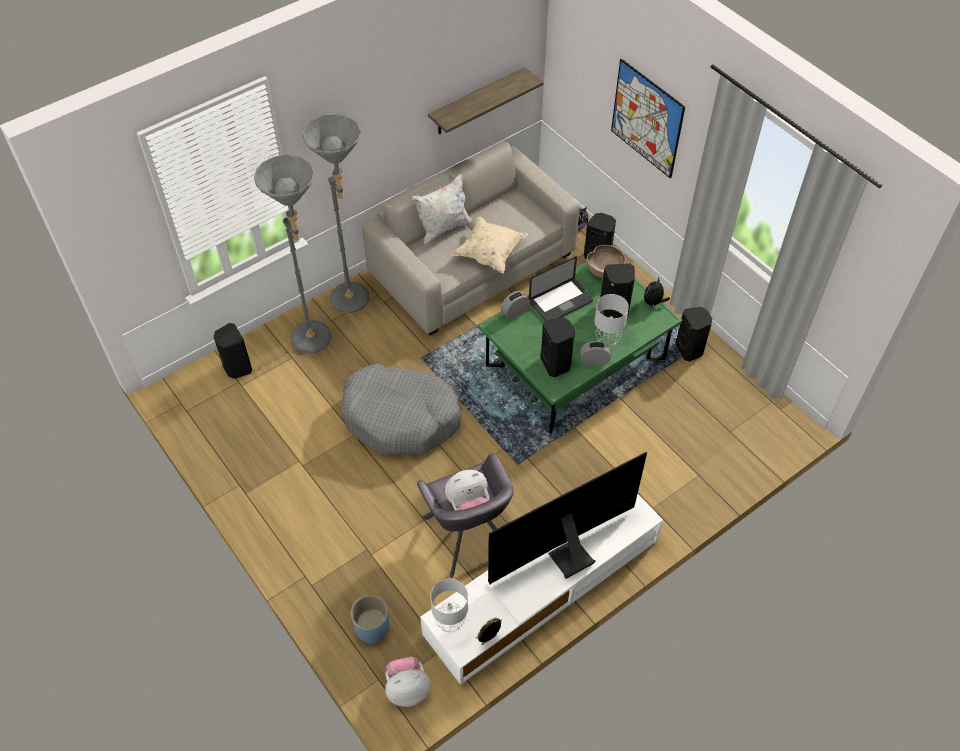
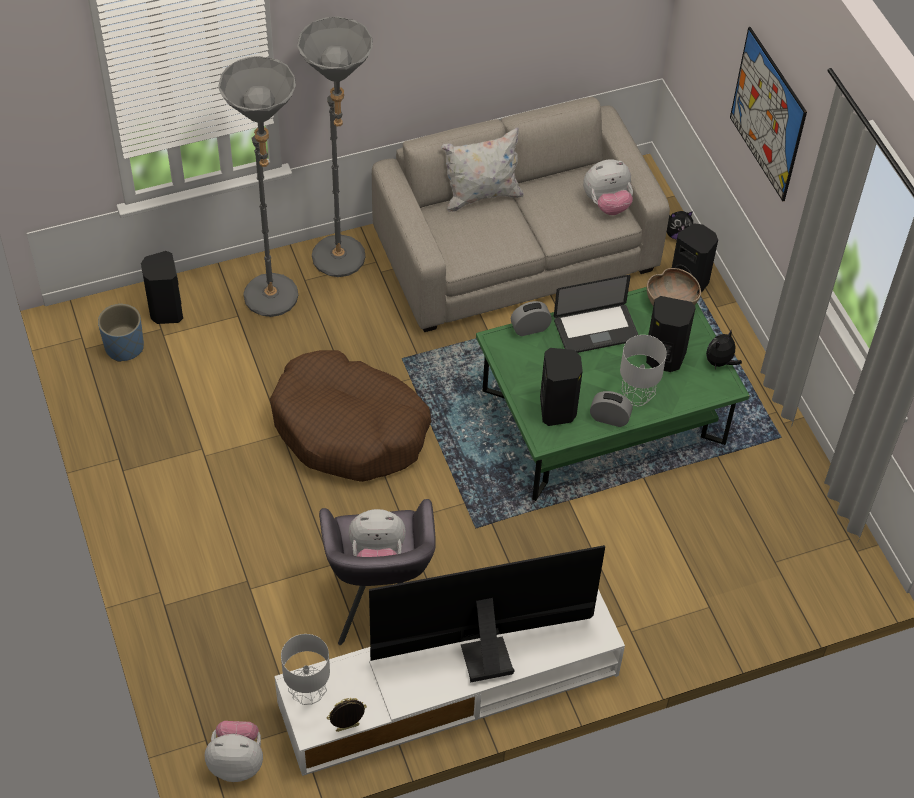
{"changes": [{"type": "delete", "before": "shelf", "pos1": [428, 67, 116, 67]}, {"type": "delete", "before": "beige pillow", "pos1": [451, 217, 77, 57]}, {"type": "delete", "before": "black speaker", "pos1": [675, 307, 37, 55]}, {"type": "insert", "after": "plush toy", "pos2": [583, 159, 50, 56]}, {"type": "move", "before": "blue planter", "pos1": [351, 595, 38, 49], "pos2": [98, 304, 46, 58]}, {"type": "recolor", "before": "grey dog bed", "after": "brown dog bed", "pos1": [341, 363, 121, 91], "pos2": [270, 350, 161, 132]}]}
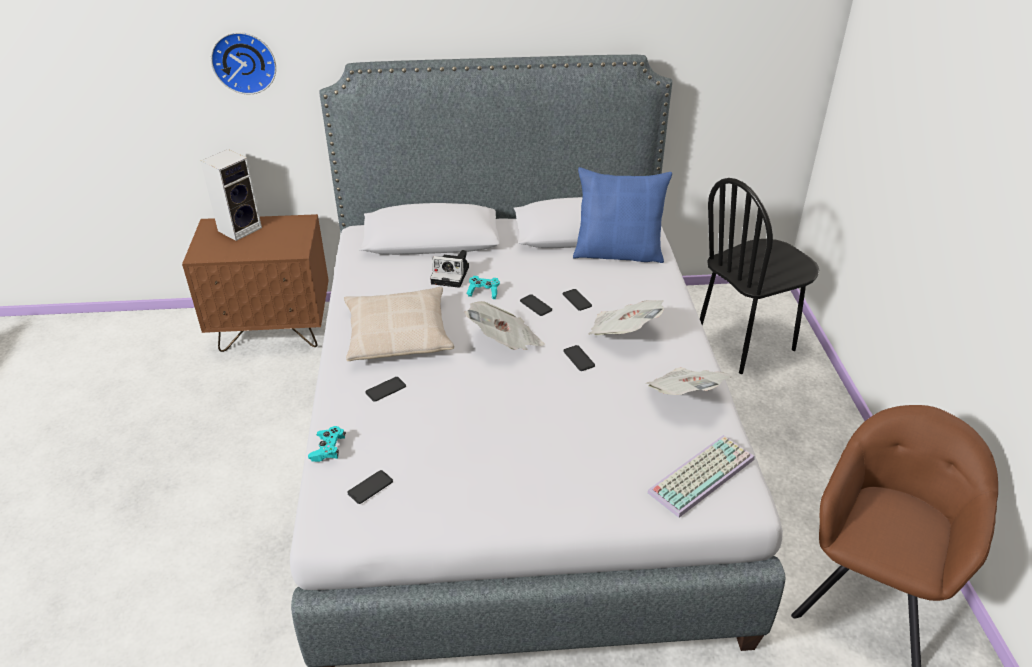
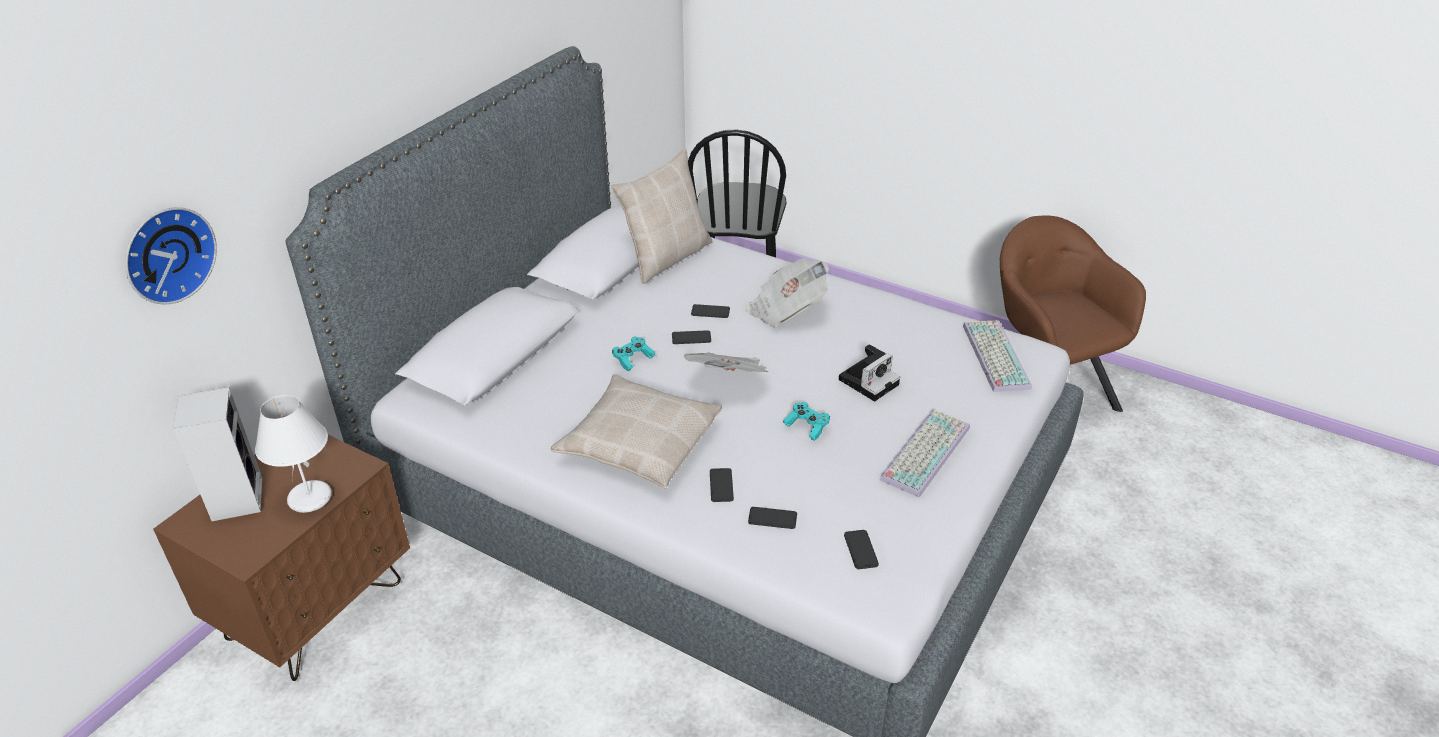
{"changes": [{"type": "delete", "before": "newspaper", "pos1": [646, 367, 85, 28]}, {"type": "insert", "after": "white table lamp", "pos2": [255, 395, 77, 118]}, {"type": "insert", "after": "keyboard", "pos2": [880, 409, 90, 88]}, {"type": "move", "before": "turquoise game controller", "pos1": [308, 426, 38, 36], "pos2": [783, 402, 47, 39]}, {"type": "move", "before": "photo camera", "pos1": [430, 250, 39, 38], "pos2": [839, 344, 61, 57]}, {"type": "move", "before": "phone", "pos1": [563, 345, 32, 26], "pos2": [748, 507, 49, 22]}, {"type": "recolor", "before": "blue pillow", "after": "beige pillow", "pos1": [573, 167, 99, 96], "pos2": [611, 148, 102, 136]}]}
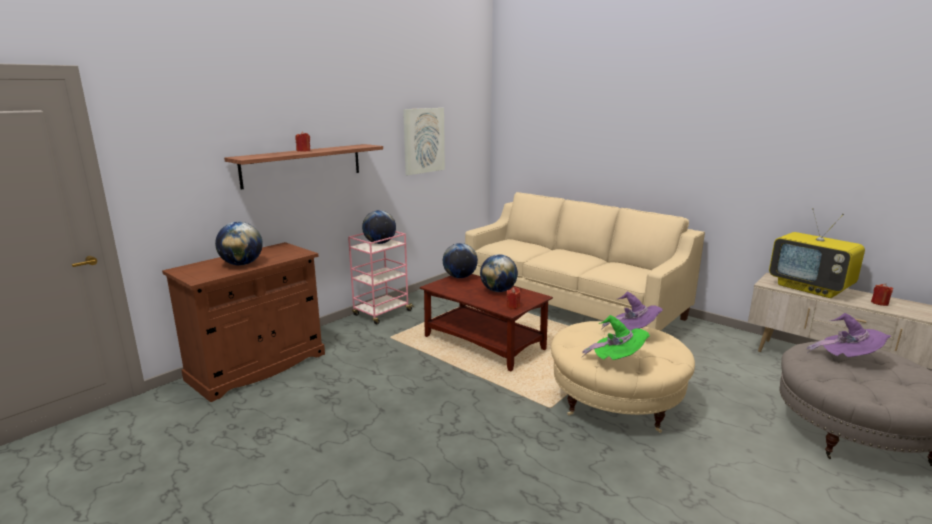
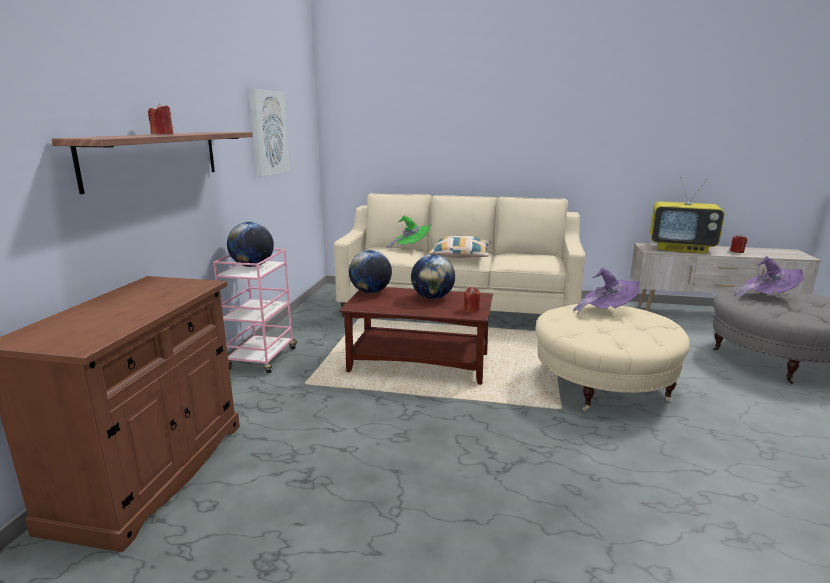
{"changes": [{"type": "delete", "before": "globe", "pos1": [215, 222, 48, 44]}, {"type": "insert", "after": "pillow", "pos2": [428, 236, 63, 22]}, {"type": "move", "before": "green hat", "pos1": [581, 315, 69, 45], "pos2": [387, 215, 45, 35]}]}
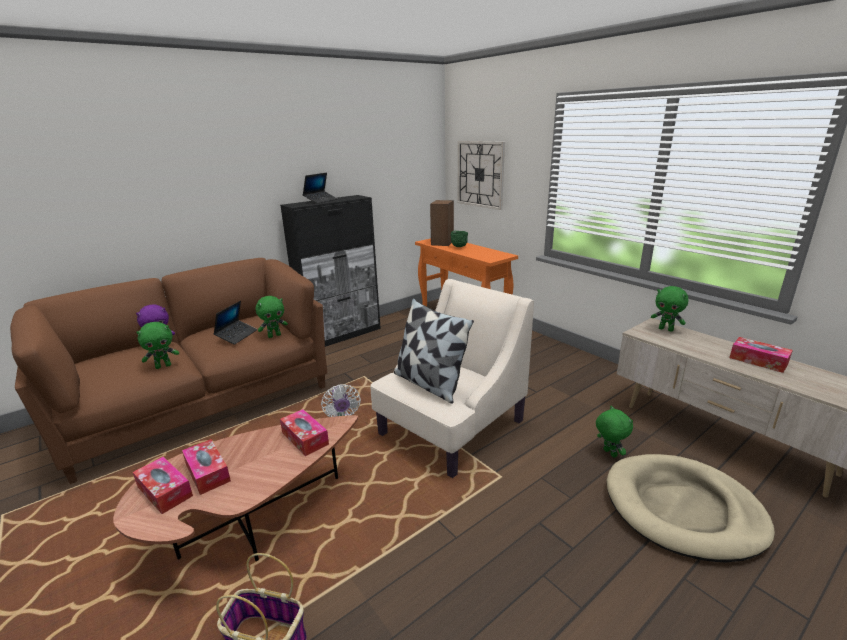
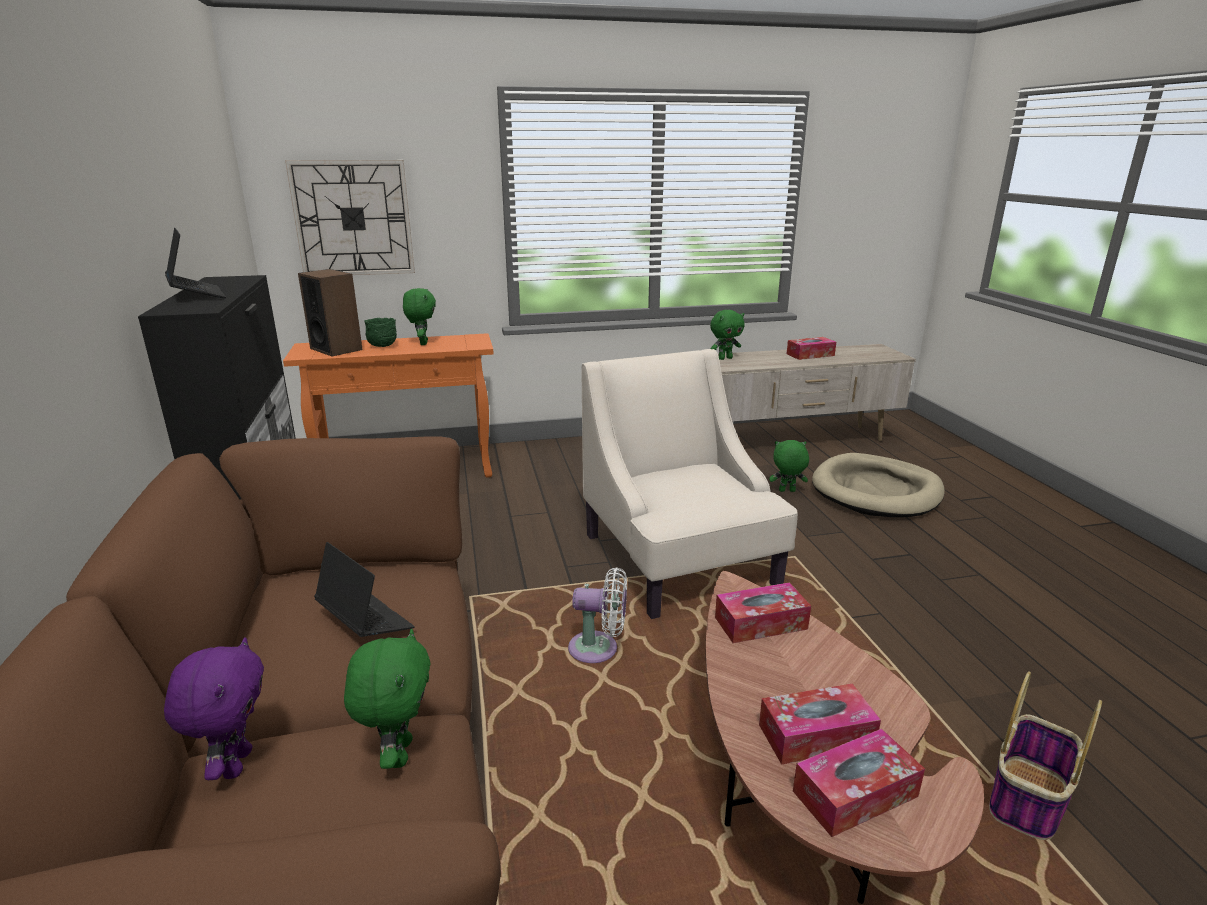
{"changes": [{"type": "delete", "before": "pillow", "pos1": [394, 298, 80, 106]}, {"type": "move", "before": "green plush toy", "pos1": [255, 296, 33, 42], "pos2": [403, 288, 33, 57]}]}
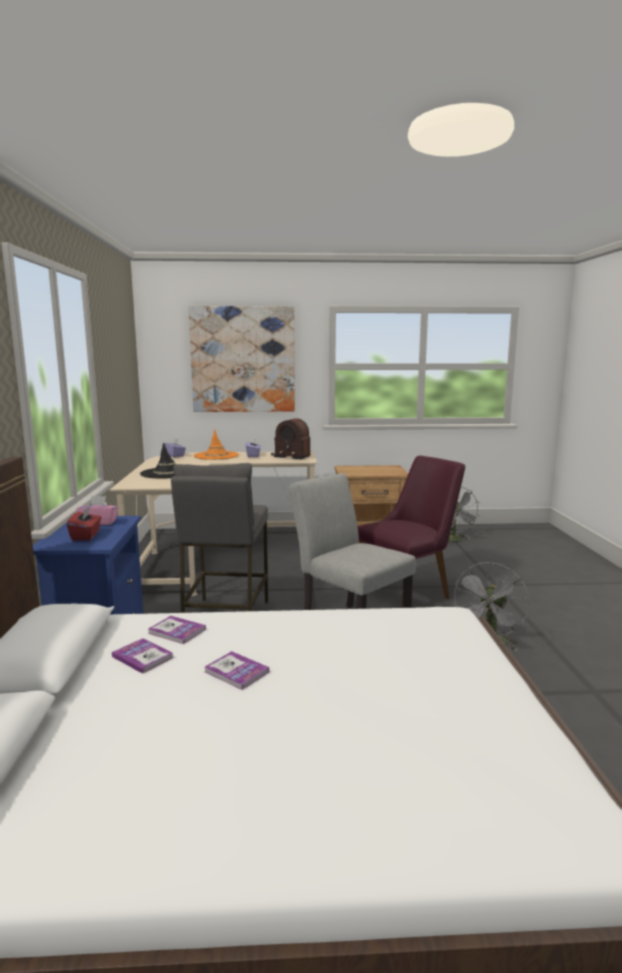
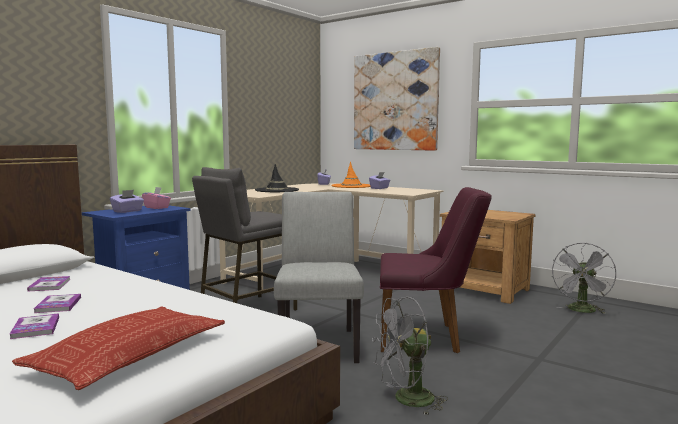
{"changes": [{"type": "delete", "before": "radio", "pos1": [271, 418, 40, 41]}, {"type": "insert", "after": "pillow", "pos2": [12, 307, 213, 83]}, {"type": "move", "before": "book", "pos1": [148, 616, 58, 28], "pos2": [10, 313, 49, 26]}, {"type": "recolor", "before": "red tissue box", "after": "purple tissue box", "pos1": [67, 507, 34, 34], "pos2": [110, 190, 34, 23]}]}
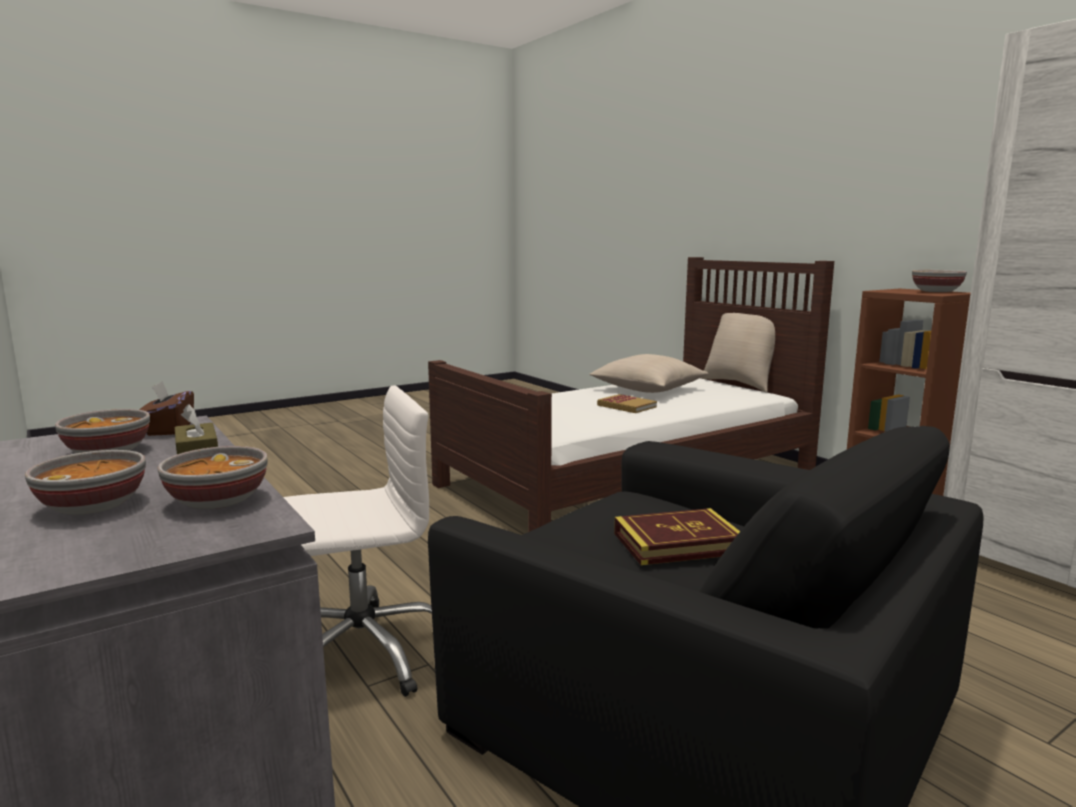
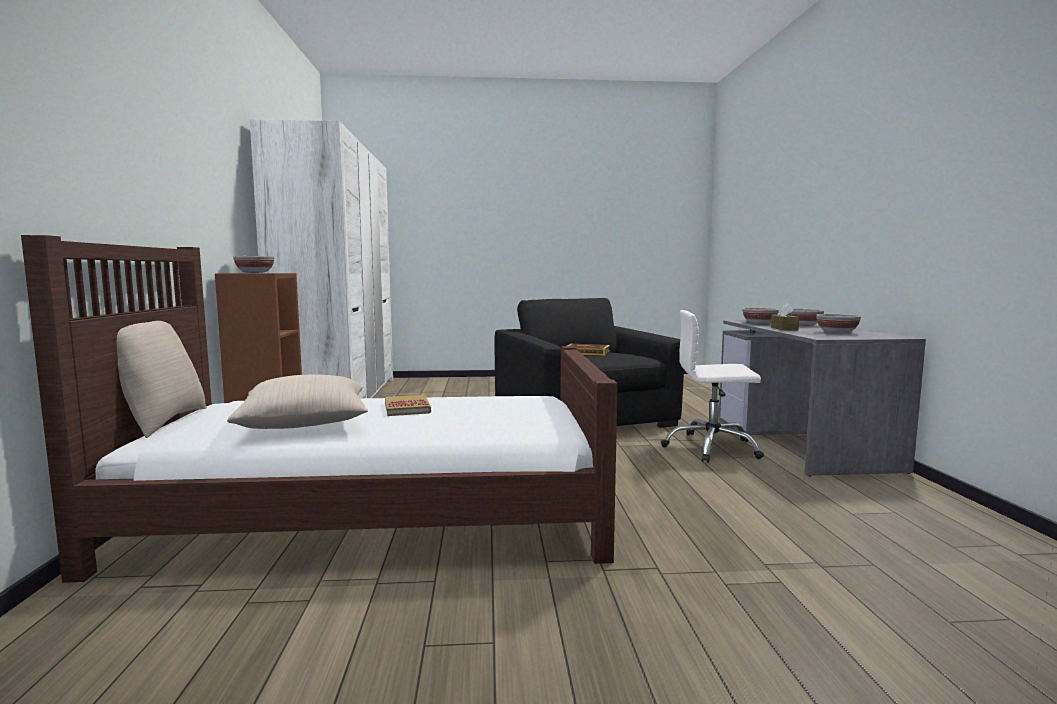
{"changes": [{"type": "delete", "before": "brown tissue box", "pos1": [140, 381, 54, 55]}]}
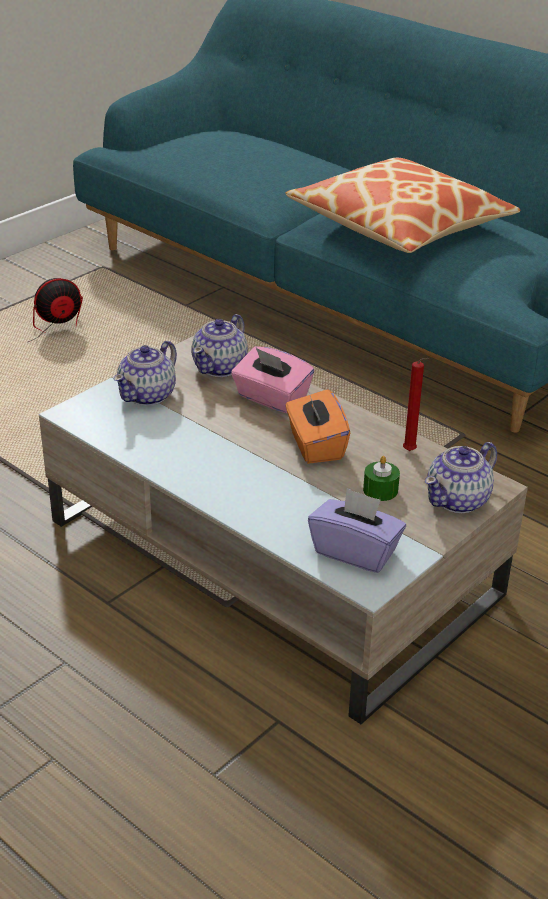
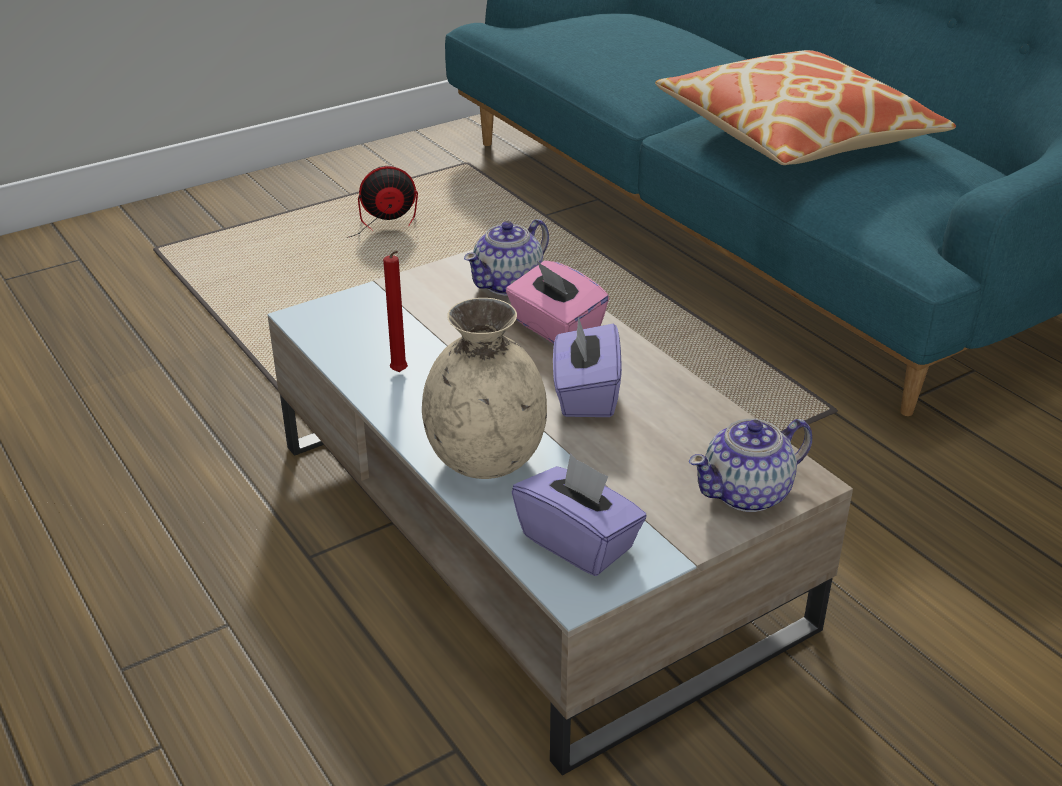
{"changes": [{"type": "delete", "before": "teapot", "pos1": [114, 341, 63, 65]}, {"type": "delete", "before": "green candle", "pos1": [363, 456, 37, 45]}, {"type": "insert", "after": "beige vase", "pos2": [422, 298, 125, 181]}, {"type": "move", "before": "red candle", "pos1": [403, 358, 26, 93], "pos2": [383, 251, 25, 121]}, {"type": "recolor", "before": "orange tissue box", "after": "purple tissue box", "pos1": [286, 388, 64, 76], "pos2": [553, 316, 69, 101]}]}
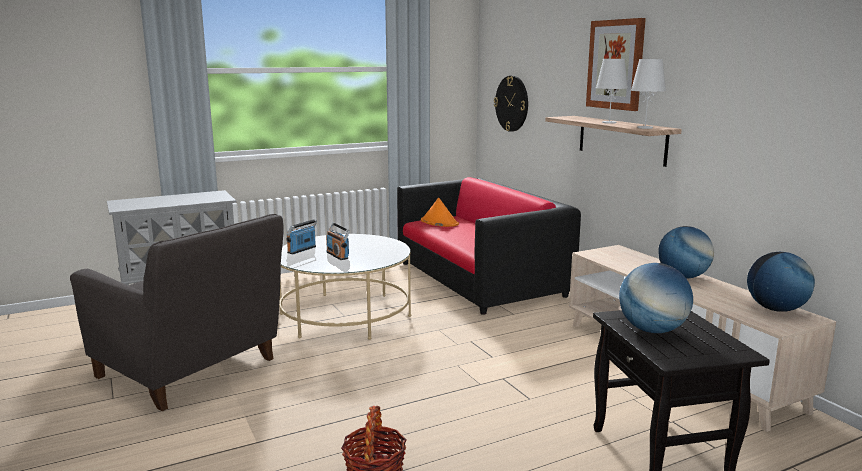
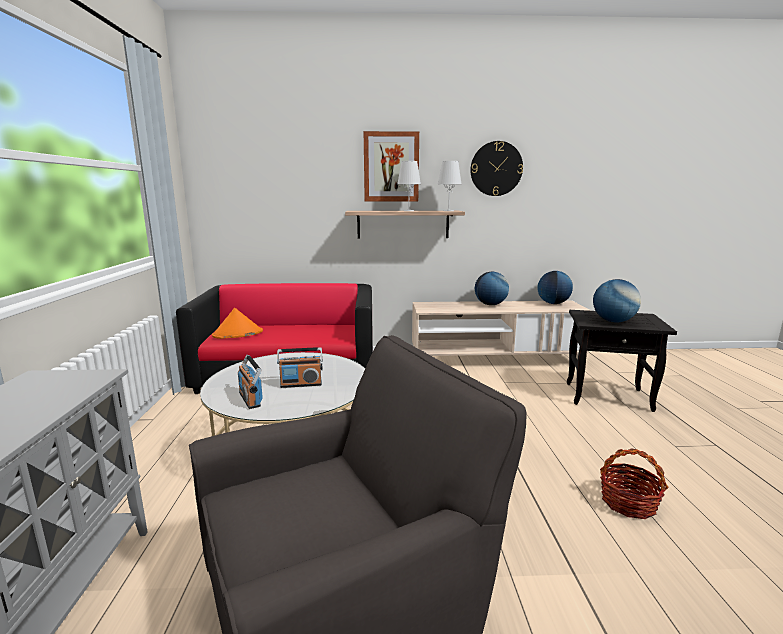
{"changes": [{"type": "move", "before": "wall clock", "pos1": [494, 76, 34, 56], "pos2": [471, 141, 52, 55]}]}
